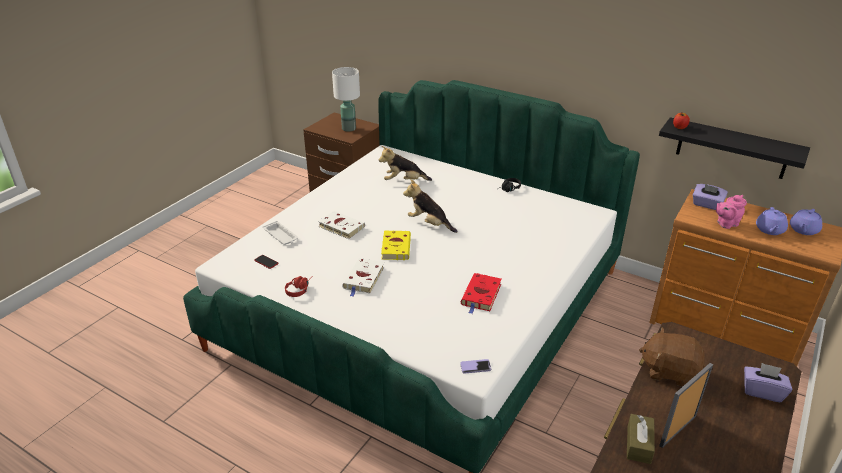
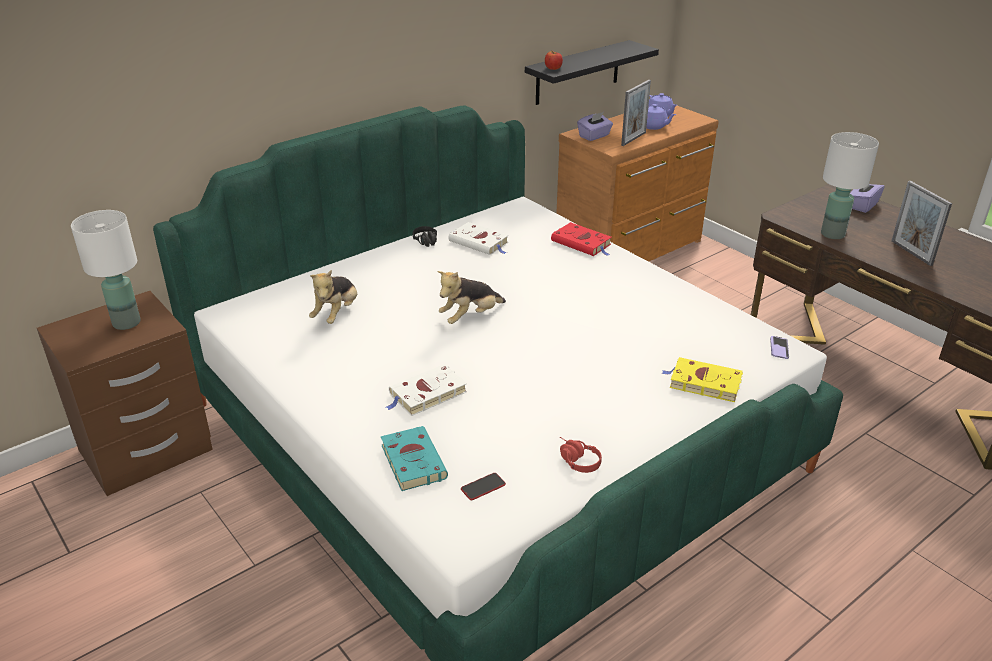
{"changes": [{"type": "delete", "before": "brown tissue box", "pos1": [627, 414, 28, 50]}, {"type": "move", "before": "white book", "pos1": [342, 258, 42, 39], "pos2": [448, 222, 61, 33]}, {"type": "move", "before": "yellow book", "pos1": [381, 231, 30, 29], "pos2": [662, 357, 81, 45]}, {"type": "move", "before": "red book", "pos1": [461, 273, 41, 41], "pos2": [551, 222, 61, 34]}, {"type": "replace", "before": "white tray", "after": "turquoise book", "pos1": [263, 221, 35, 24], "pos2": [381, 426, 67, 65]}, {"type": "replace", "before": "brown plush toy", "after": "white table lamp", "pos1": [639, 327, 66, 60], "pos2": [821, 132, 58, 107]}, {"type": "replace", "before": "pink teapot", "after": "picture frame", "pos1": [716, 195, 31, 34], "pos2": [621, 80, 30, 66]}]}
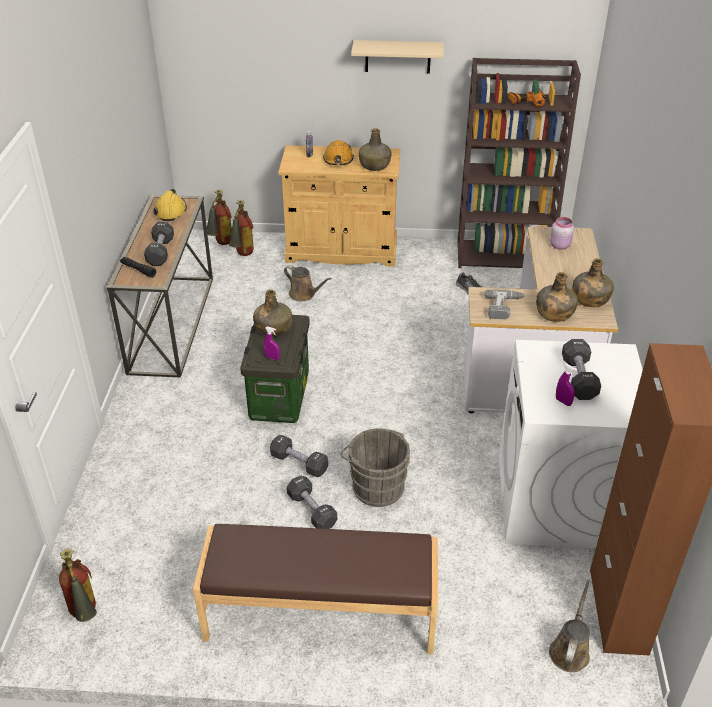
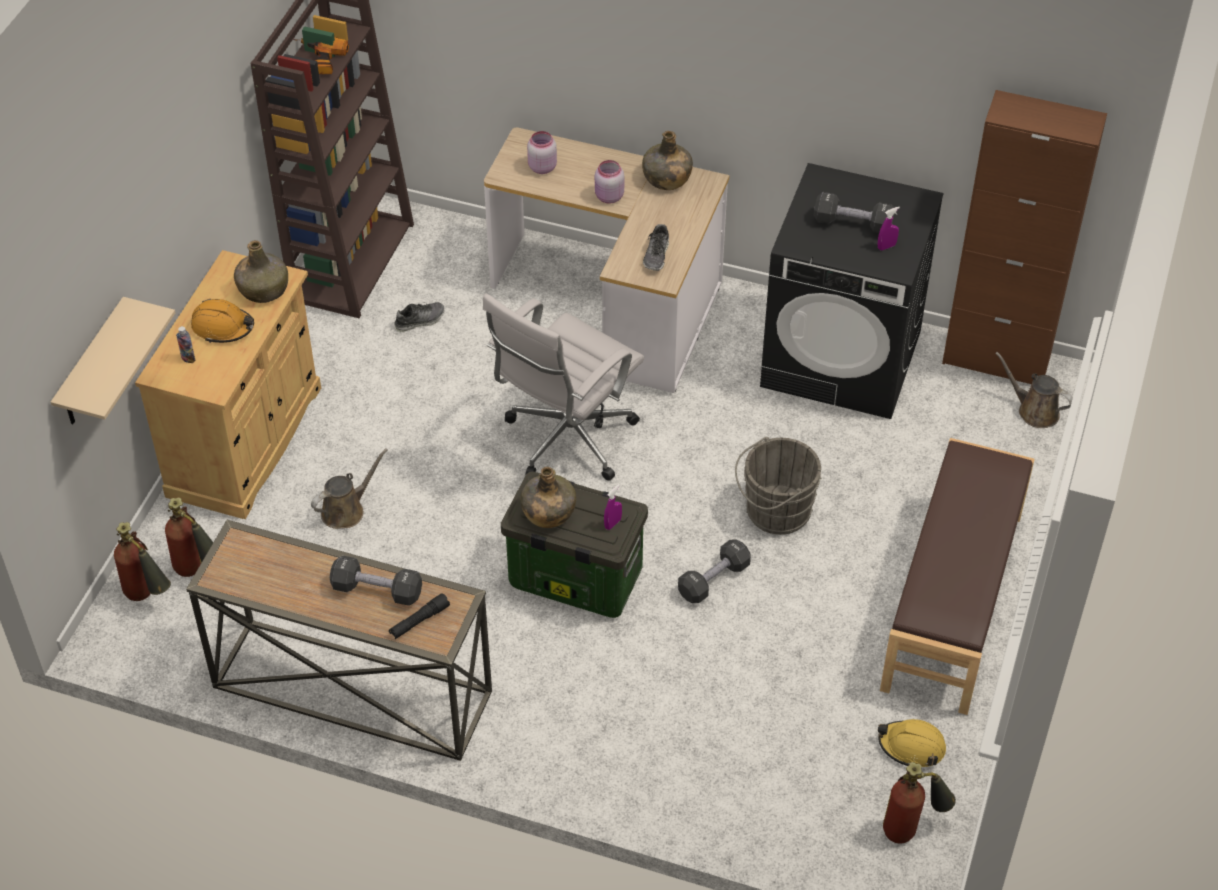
{"changes": [{"type": "delete", "before": "black dumbbell", "pos1": [287, 475, 50, 54]}, {"type": "delete", "before": "green bottle", "pos1": [536, 272, 42, 50]}, {"type": "insert", "after": "white office chair", "pos2": [483, 293, 161, 188]}, {"type": "insert", "after": "pink jar", "pos2": [595, 160, 29, 44]}, {"type": "move", "before": "yellow hard hat", "pos1": [153, 189, 34, 32], "pos2": [878, 719, 68, 48]}, {"type": "move", "before": "beige shelf", "pos1": [351, 40, 93, 34], "pos2": [51, 297, 124, 127]}, {"type": "replace", "before": "power drill", "after": "shoe", "pos1": [484, 289, 42, 30], "pos2": [643, 224, 26, 47]}, {"type": "recolor", "before": "white washing machine", "after": "black washing machine", "pos1": [499, 340, 144, 208], "pos2": [760, 163, 184, 256]}]}
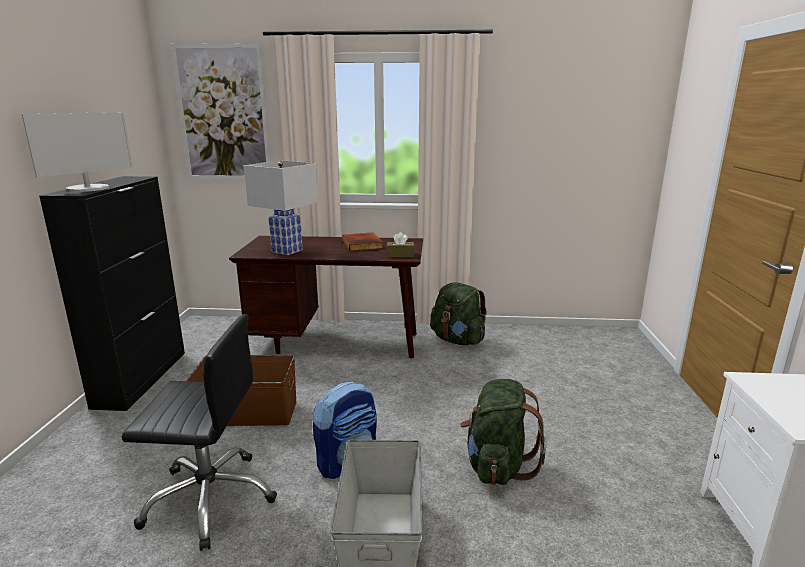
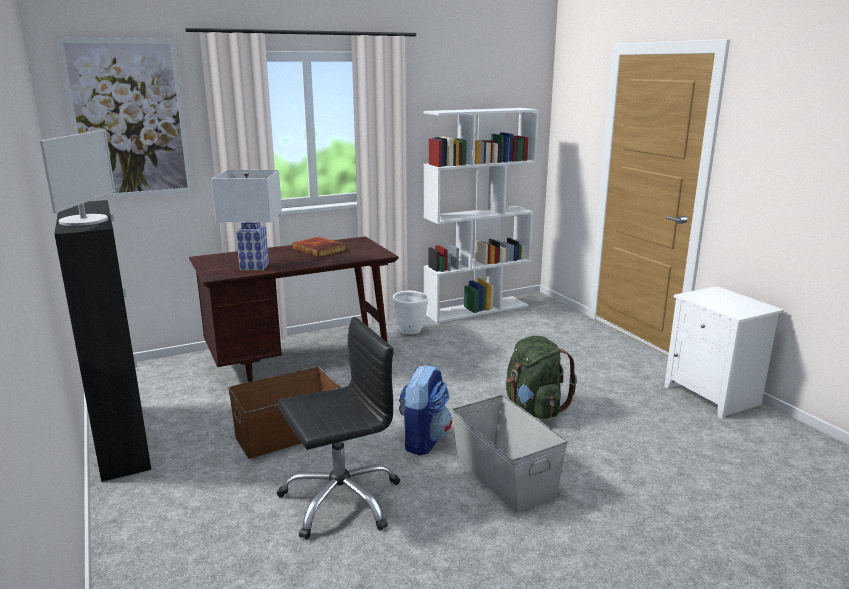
{"changes": [{"type": "delete", "before": "brown tissue box", "pos1": [387, 232, 27, 25]}, {"type": "insert", "after": "white bookcase", "pos2": [424, 108, 115, 215]}, {"type": "replace", "before": "green backpack", "after": "white planter", "pos1": [430, 282, 57, 63], "pos2": [393, 291, 35, 43]}]}
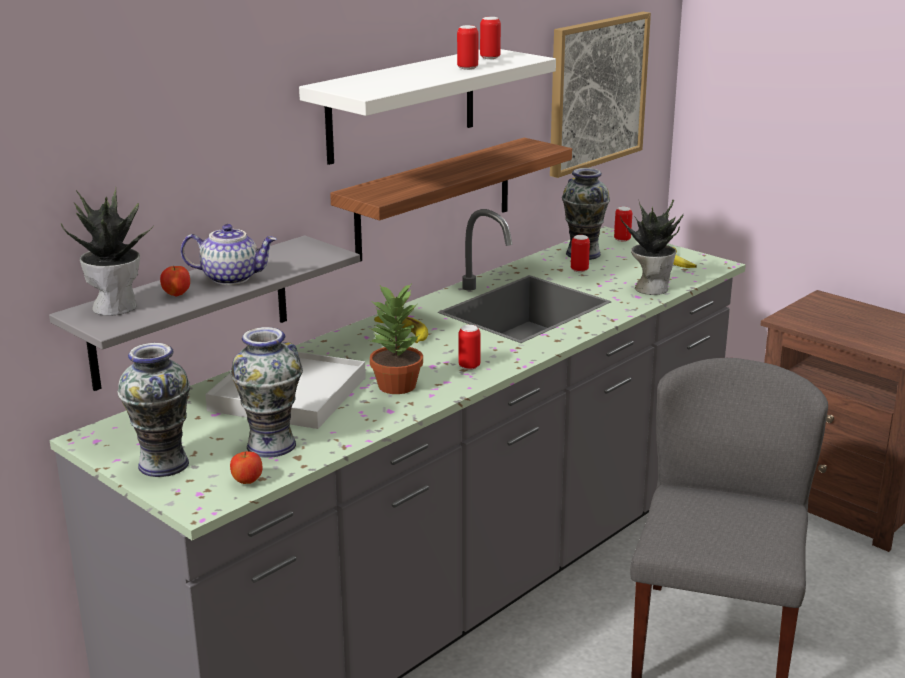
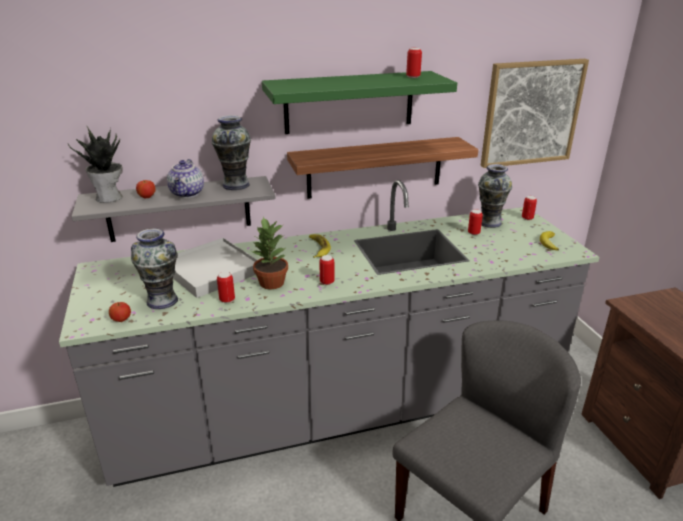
{"changes": [{"type": "delete", "before": "potted plant", "pos1": [620, 200, 63, 95]}, {"type": "move", "before": "vase", "pos1": [117, 343, 73, 134], "pos2": [212, 115, 39, 75]}, {"type": "move", "before": "can", "pos1": [457, 25, 22, 45], "pos2": [217, 272, 18, 31]}, {"type": "recolor", "before": "white shelf", "after": "green shelf", "pos1": [299, 49, 257, 116], "pos2": [262, 71, 195, 63]}, {"type": "rotate", "before": "teapot", "pos1": [180, 224, 97, 61], "pos2": [167, 159, 37, 39], "turn": 60}]}
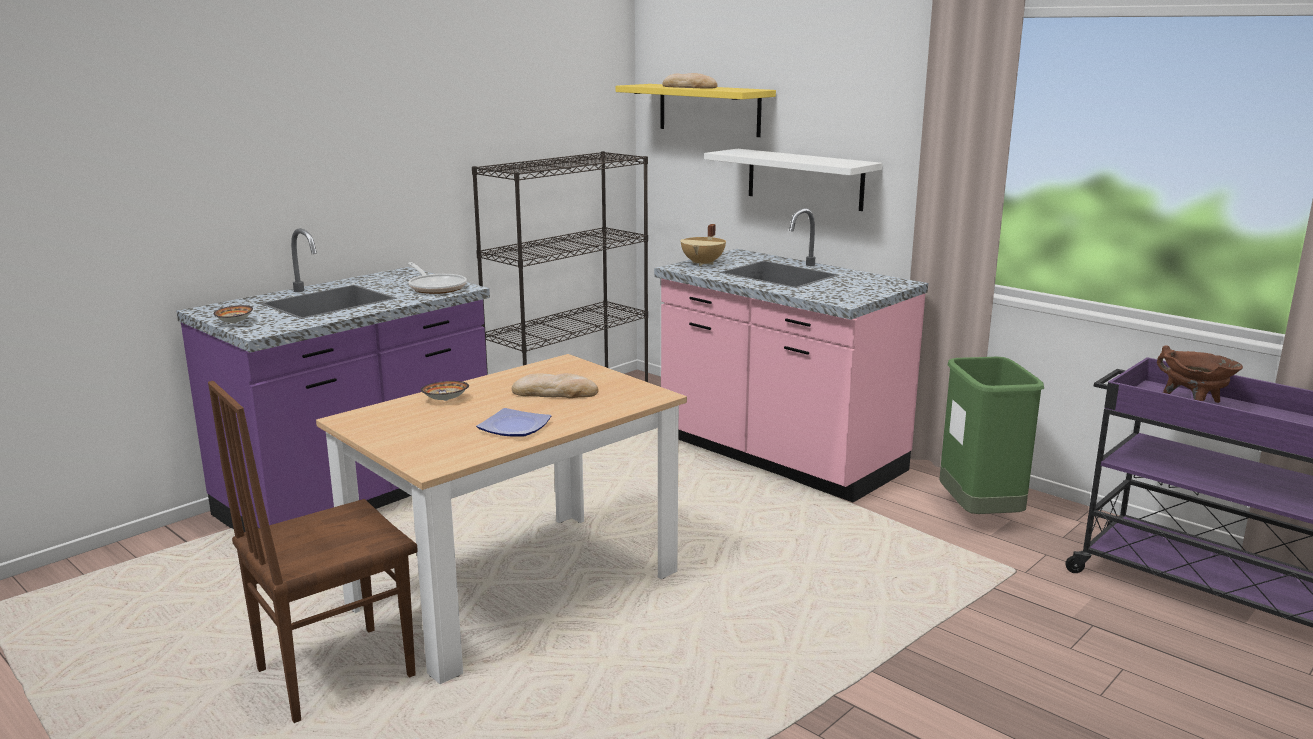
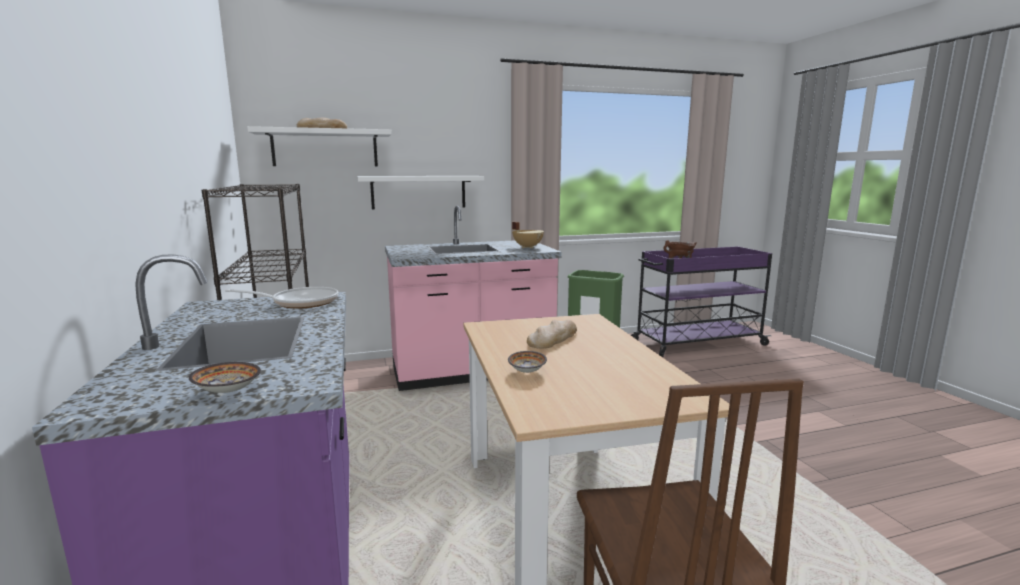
{"changes": [{"type": "delete", "before": "plate", "pos1": [476, 408, 76, 28]}, {"type": "move", "before": "beige cooking pot", "pos1": [680, 224, 46, 42], "pos2": [512, 222, 32, 26]}, {"type": "recolor", "before": "yellow shelf", "after": "white shelf", "pos1": [616, 84, 160, 53], "pos2": [247, 126, 145, 40]}]}
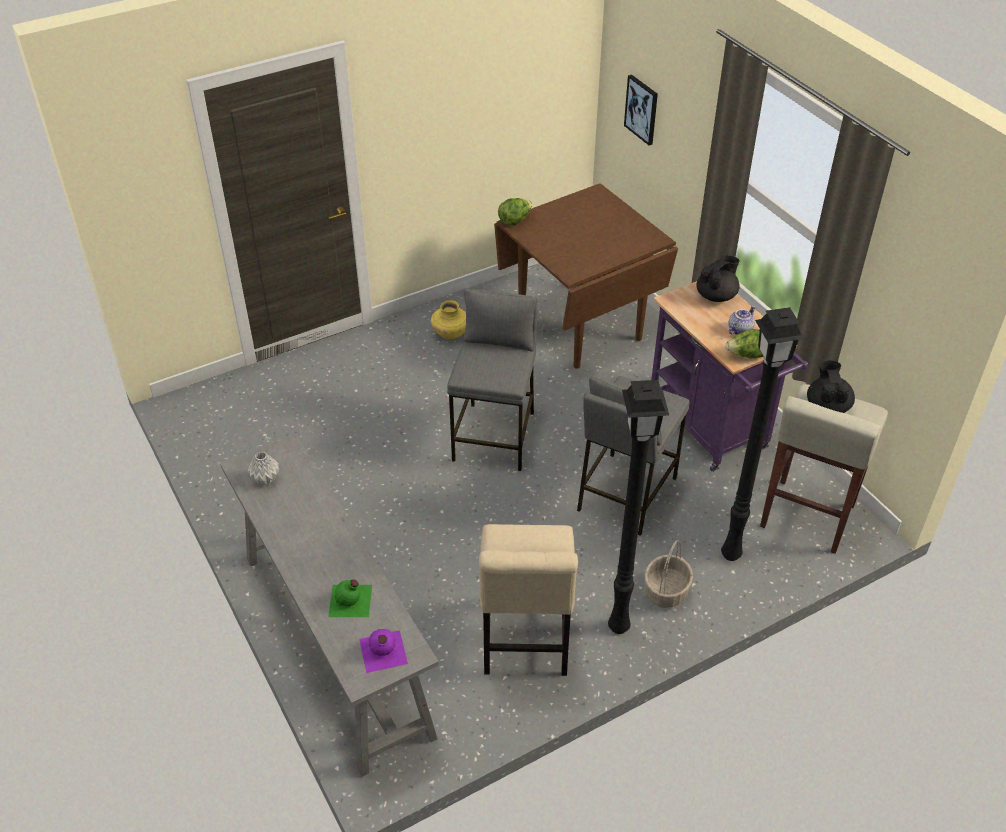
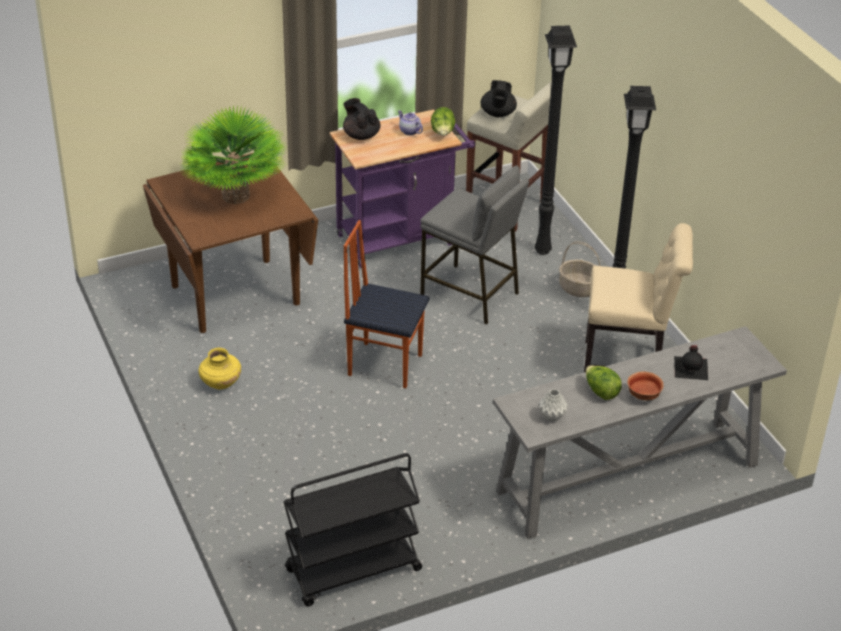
{"changes": [{"type": "delete", "before": "purple bottle", "pos1": [359, 629, 49, 44]}, {"type": "delete", "before": "picture", "pos1": [624, 75, 34, 70]}, {"type": "insert", "after": "potted plant", "pos2": [180, 104, 107, 100]}, {"type": "insert", "after": "black cart", "pos2": [283, 453, 139, 154]}, {"type": "insert", "after": "bowl", "pos2": [627, 371, 37, 30]}, {"type": "move", "before": "lettuce", "pos1": [498, 198, 34, 27], "pos2": [586, 365, 36, 35]}, {"type": "replace", "before": "grey stool", "after": "chair", "pos1": [447, 288, 91, 183], "pos2": [344, 220, 86, 168]}, {"type": "recolor", "before": "green bottle", "after": "black bottle", "pos1": [328, 579, 44, 38], "pos2": [674, 345, 34, 35]}, {"type": "rotate", "before": "black teapot", "pos1": [807, 360, 48, 53], "pos2": [480, 80, 37, 37], "turn": -90}]}
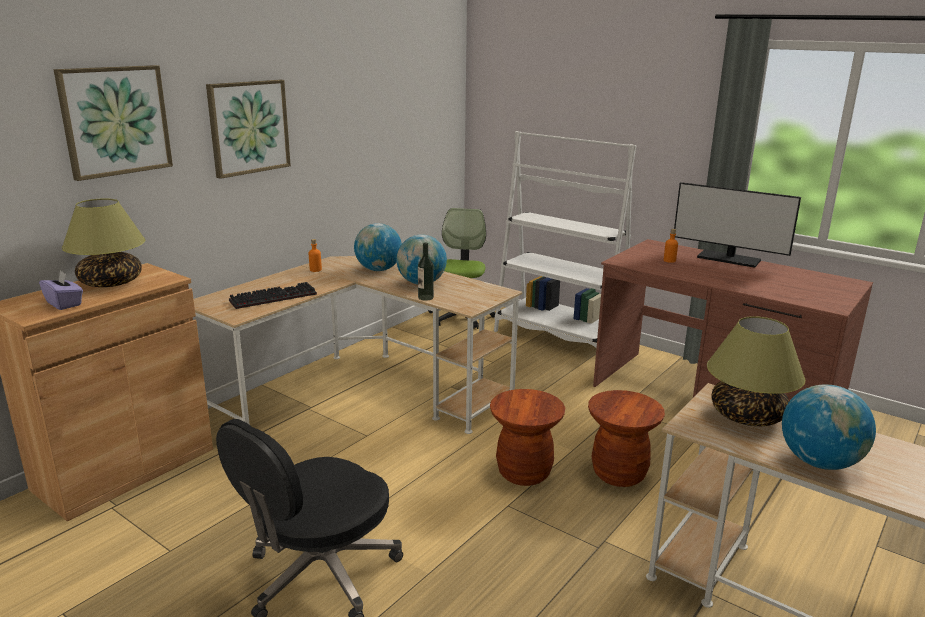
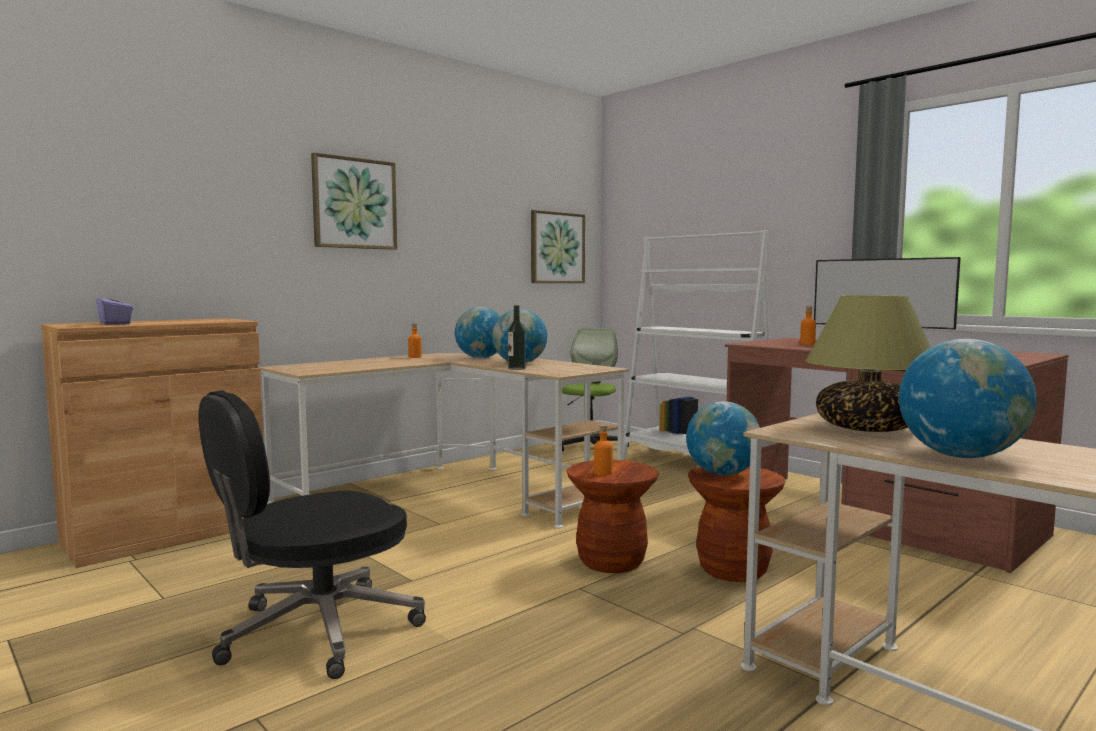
{"changes": [{"type": "delete", "before": "table lamp", "pos1": [62, 198, 83, 89]}, {"type": "delete", "before": "keyboard", "pos1": [229, 282, 88, 27]}, {"type": "insert", "after": "orange bottle", "pos2": [594, 425, 19, 51]}, {"type": "insert", "after": "globe", "pos2": [686, 401, 74, 74]}, {"type": "move", "before": "picture", "pos1": [54, 65, 119, 116], "pos2": [531, 210, 54, 73]}]}
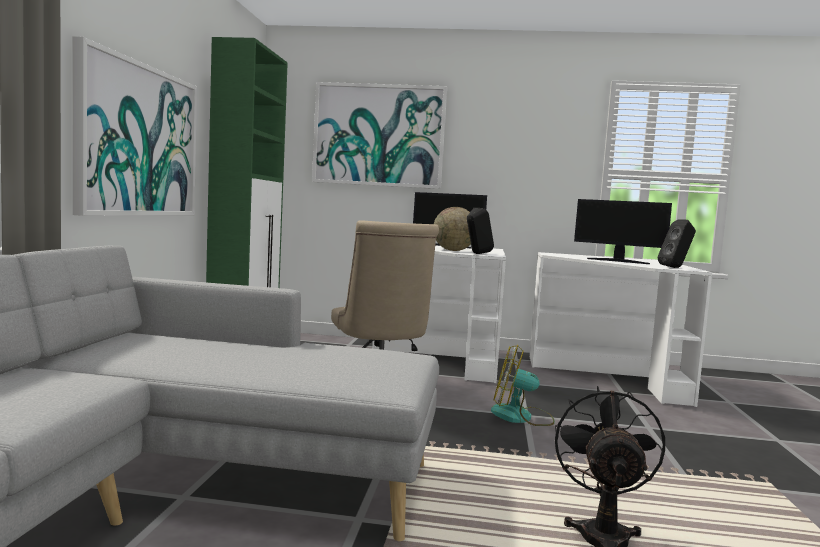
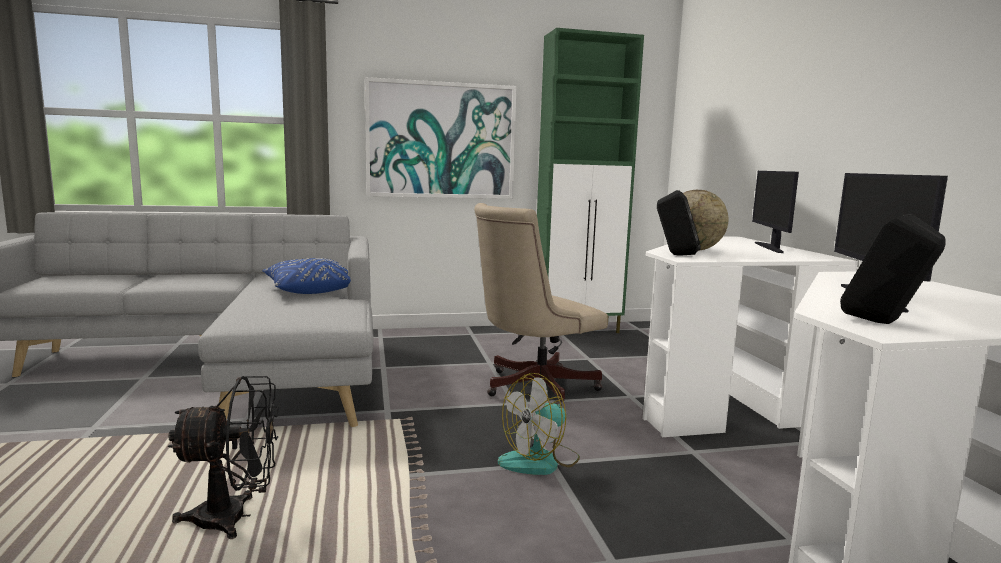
{"changes": [{"type": "delete", "before": "picture", "pos1": [312, 82, 135, 107]}, {"type": "insert", "after": "blue pillow", "pos2": [263, 258, 88, 36]}, {"type": "rotate", "before": "fan", "pos1": [491, 345, 64, 81], "pos2": [498, 373, 82, 102], "turn": -120}]}
